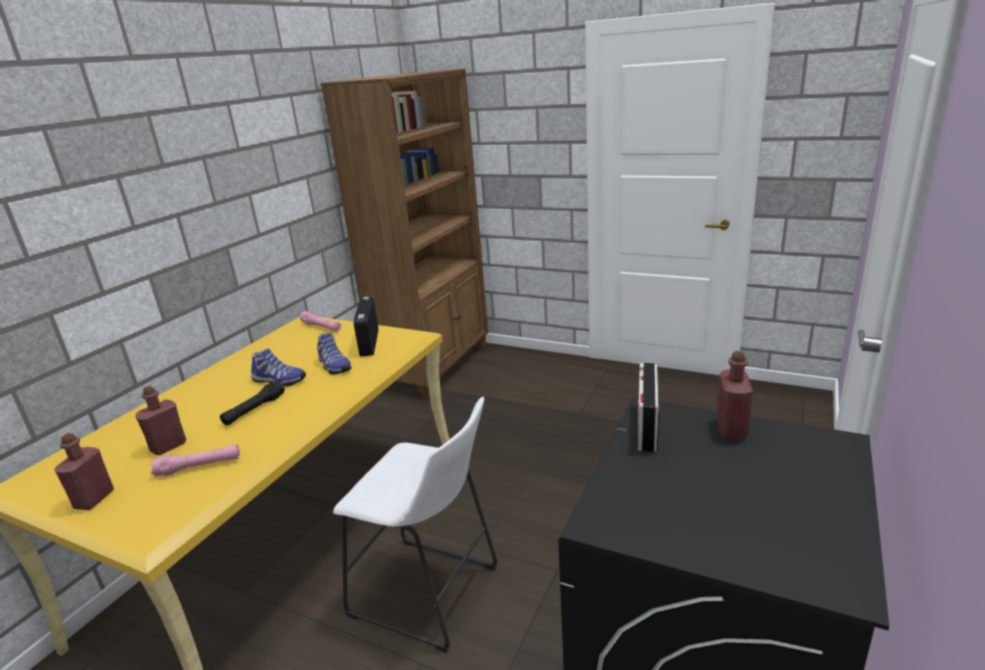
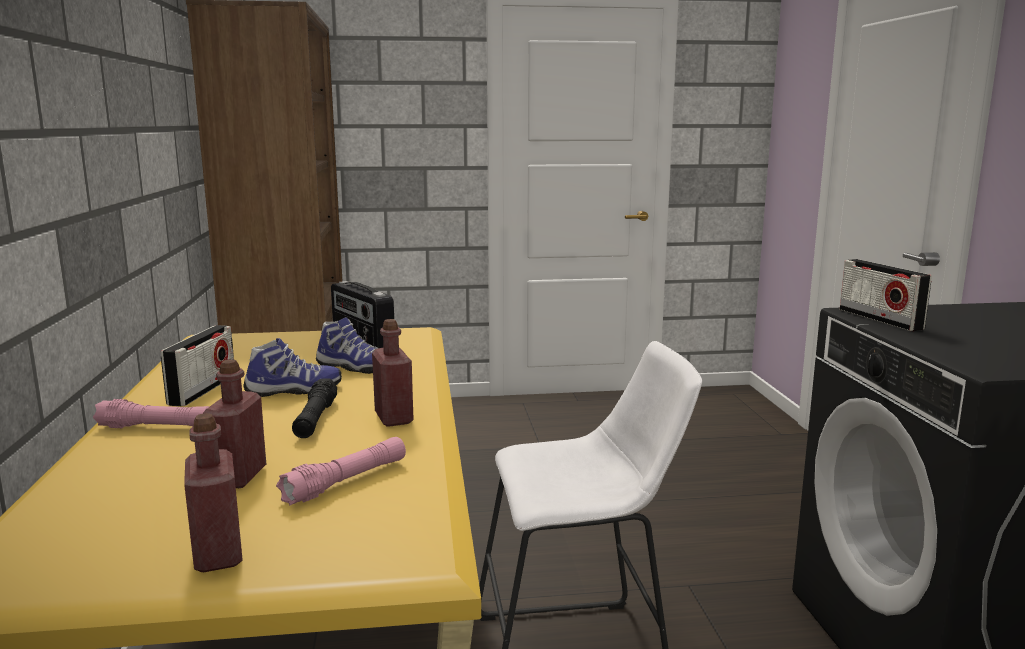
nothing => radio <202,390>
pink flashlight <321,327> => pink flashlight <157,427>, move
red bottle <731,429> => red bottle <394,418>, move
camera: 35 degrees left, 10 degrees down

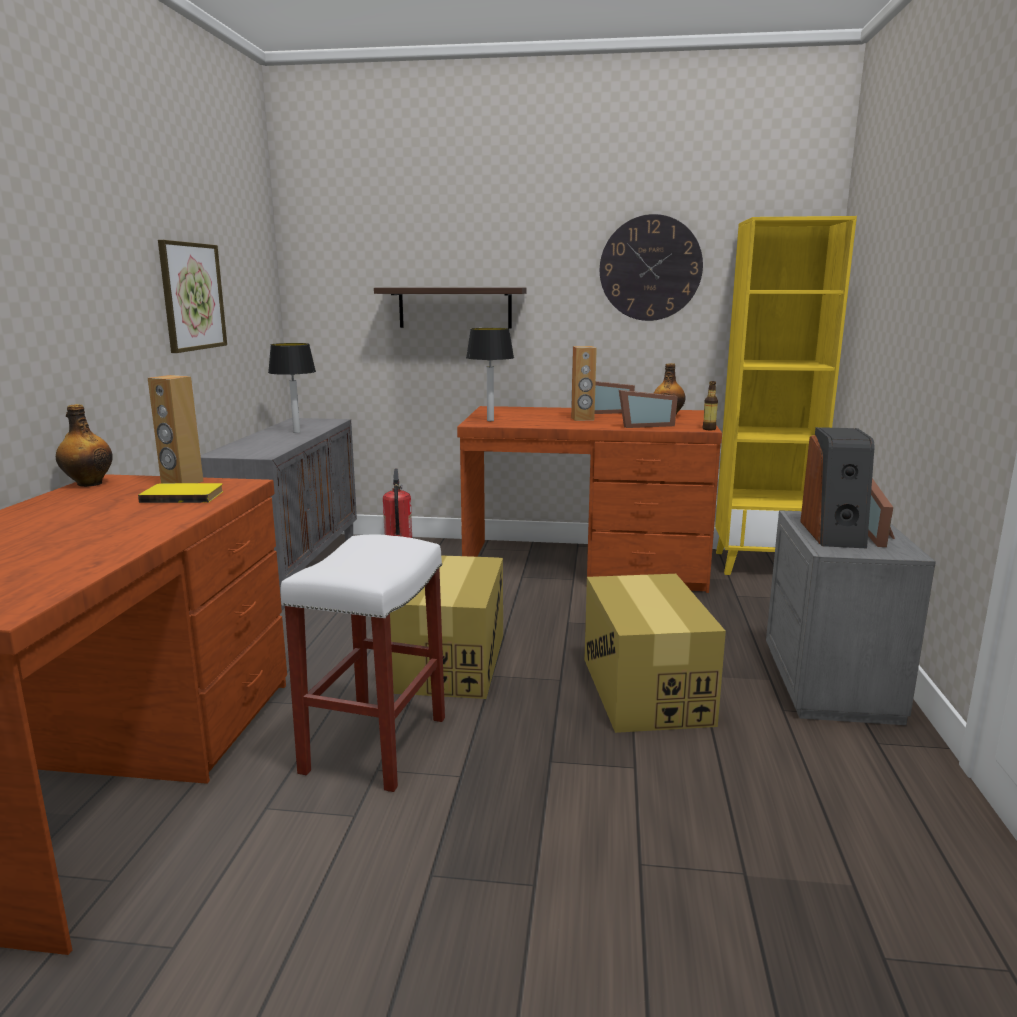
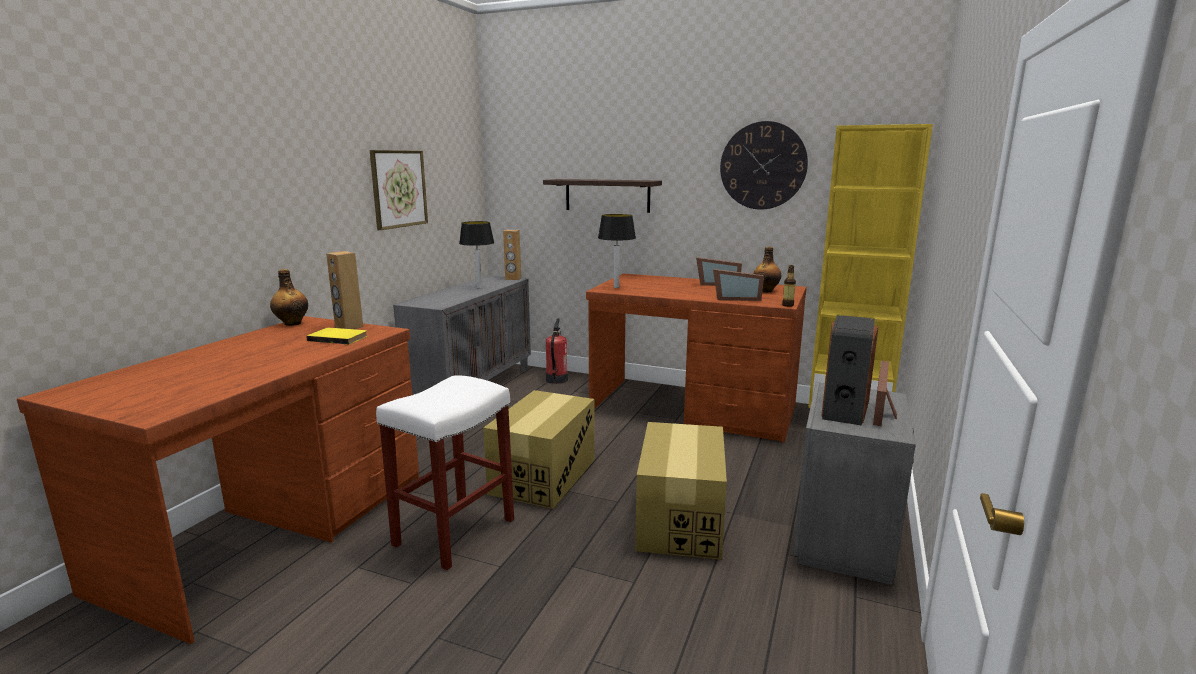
brown speaker <582,419> => brown speaker <513,279>, move
camera: 15 degrees right, 0 degrees up

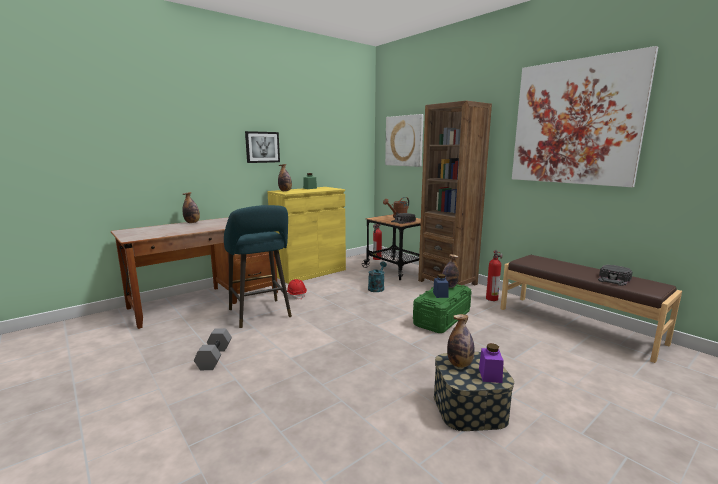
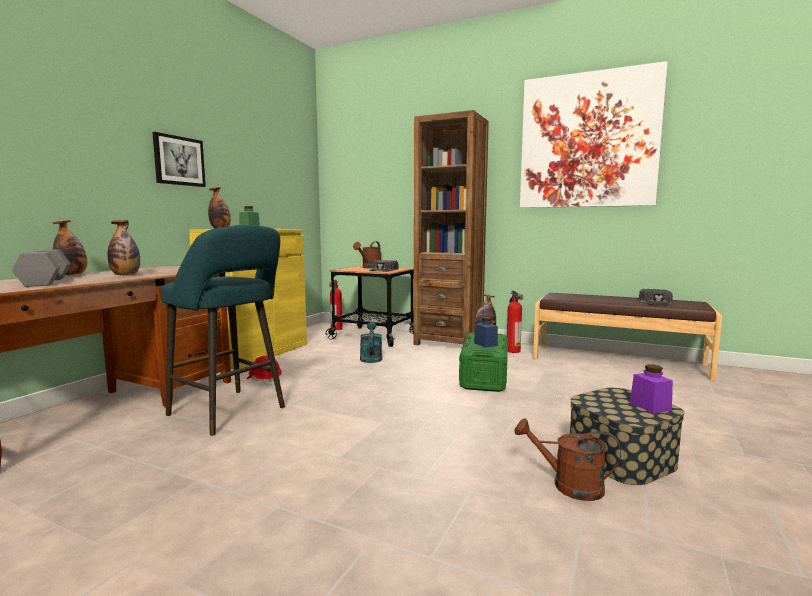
picture <404,141> => nothing
nothing => brown watering can <568,486>
grey dumbbell <214,357> => grey dumbbell <44,282>, move
bottle <459,364> => bottle <125,275>, move
camera: 25 degrees left, 5 degrees down

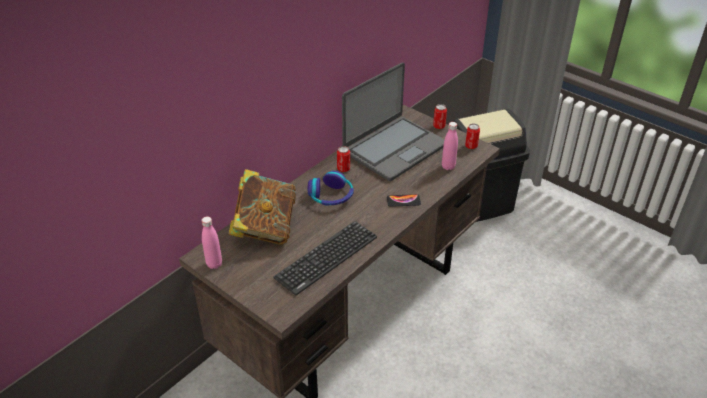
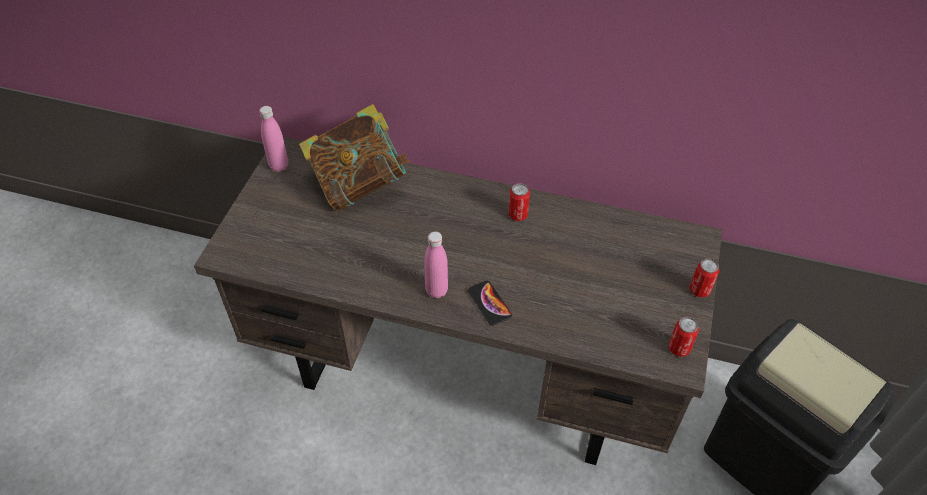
keyboard <326,257> => nothing
headphones <331,196> => nothing
laptop <394,148> => nothing
pink bottle <448,166> => pink bottle <436,290>, move
camera: 65 degrees right, 10 degrees up

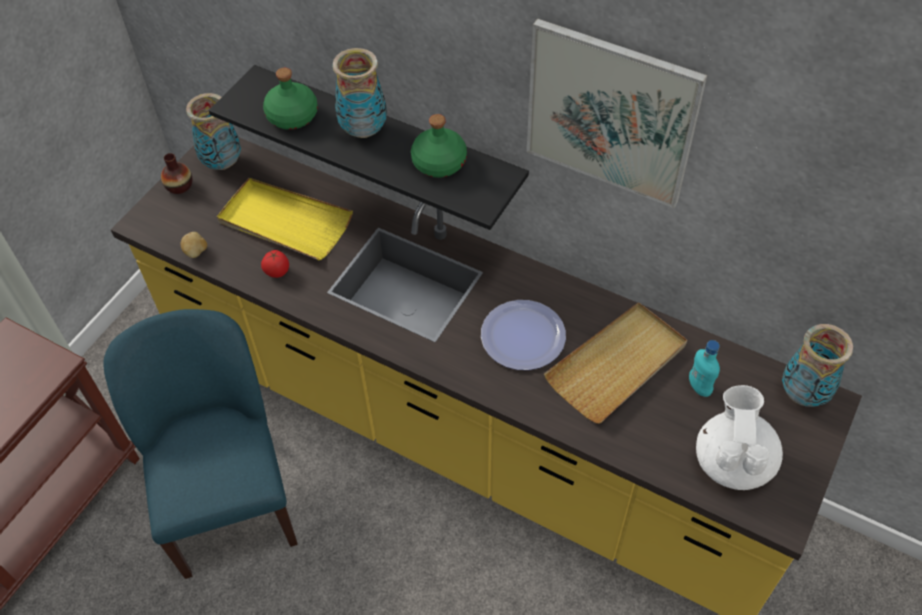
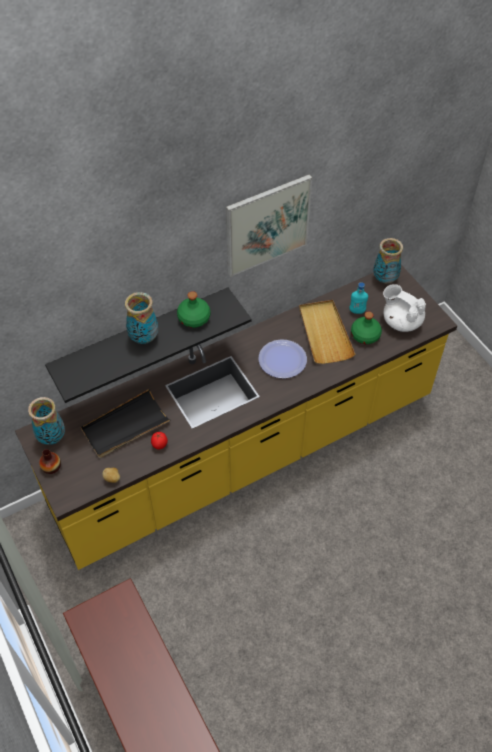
blue chair <229,498> => nothing
green bottle <292,116> => green bottle <365,335>, move
yellow tray <284,222> => black tray <125,426>
camera: 60 degrees left, 0 degrees up

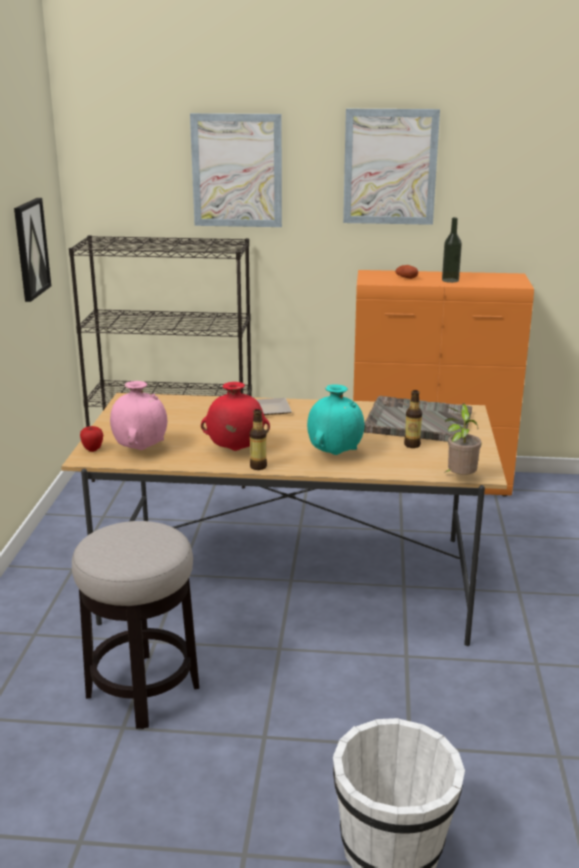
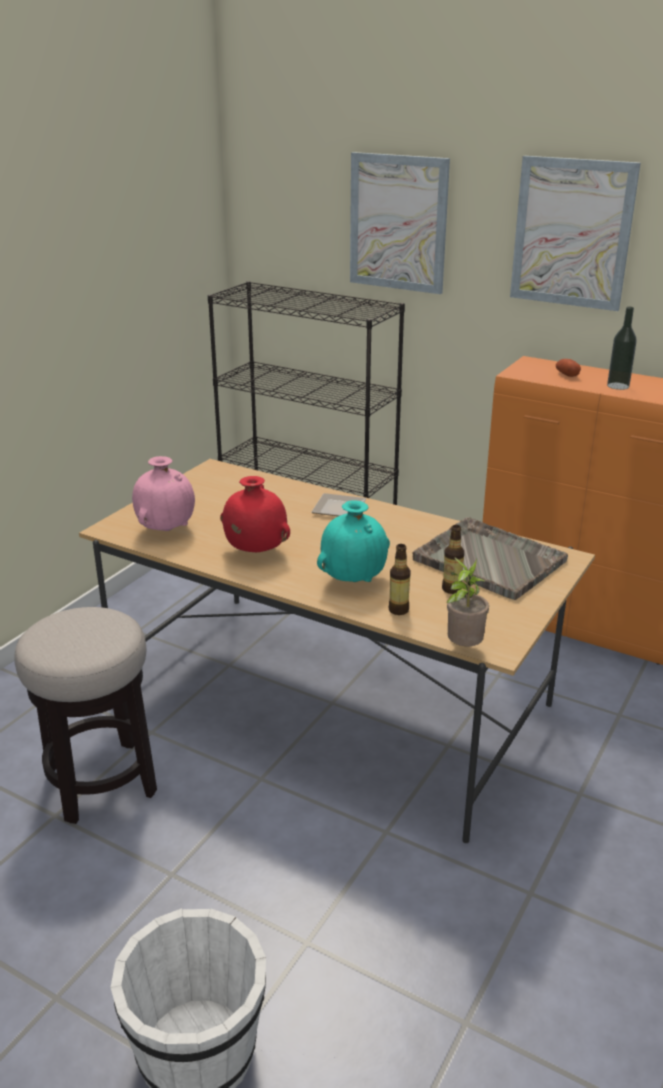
picture <30,249> => nothing
apple <93,449> => nothing
bottle <258,466> => bottle <398,610>, move
camera: 25 degrees right, 5 degrees up

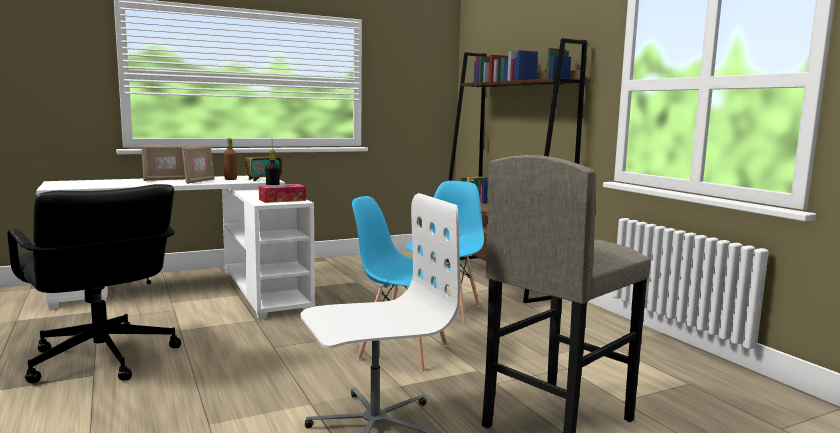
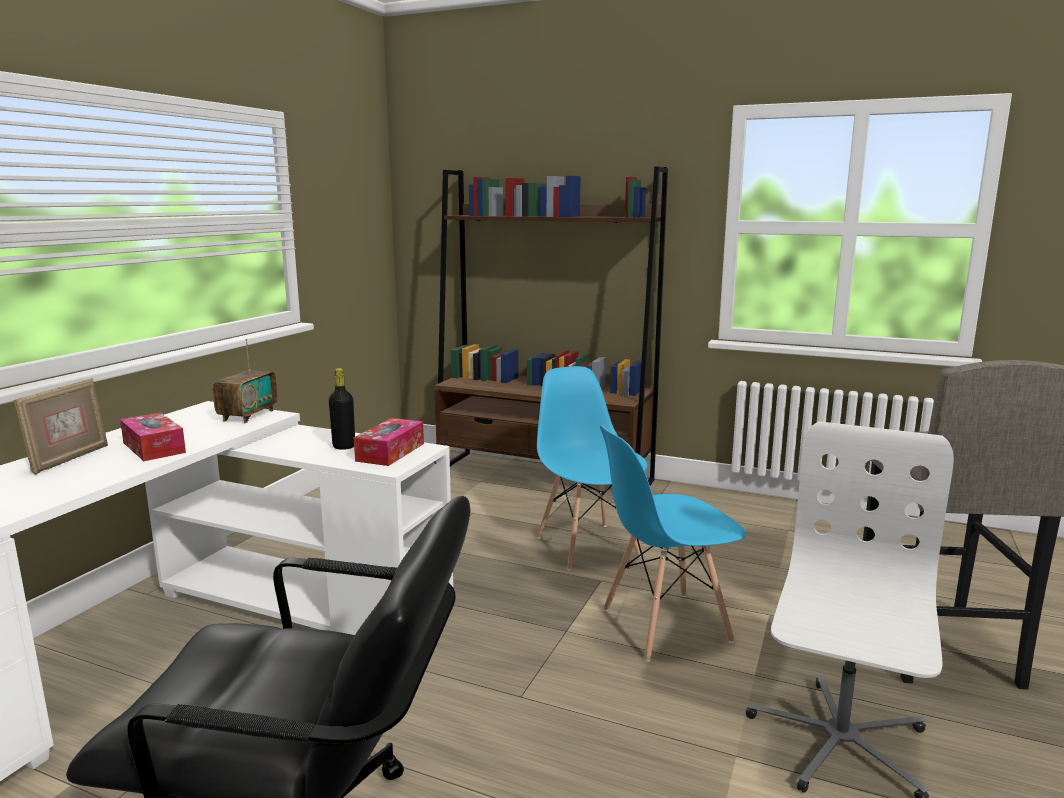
brown bottle <230,179> => nothing
picture frame <199,181> => tissue box <154,447>
camera: 40 degrees left, 5 degrees up

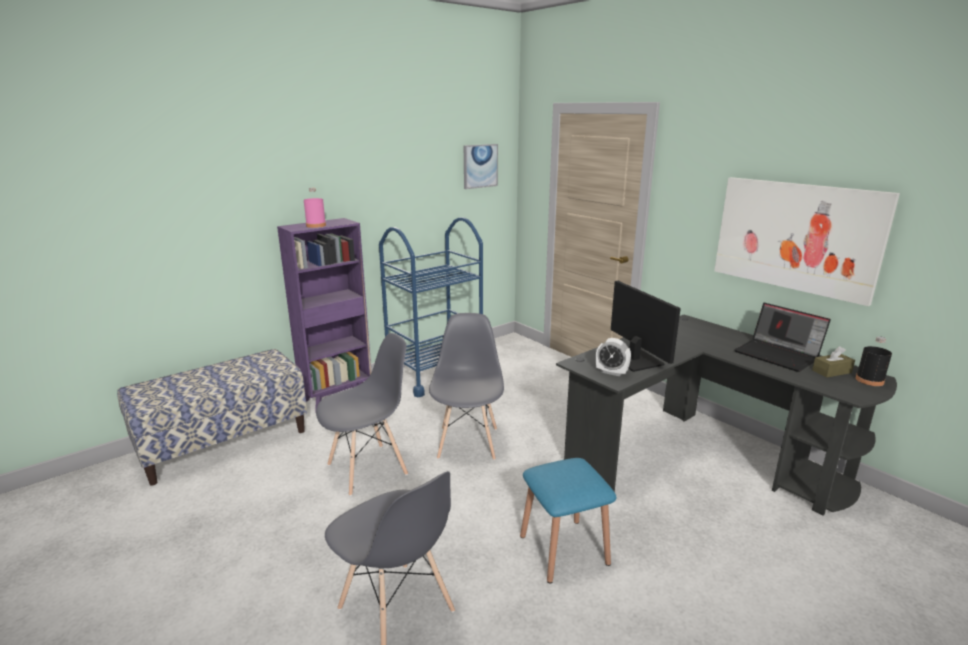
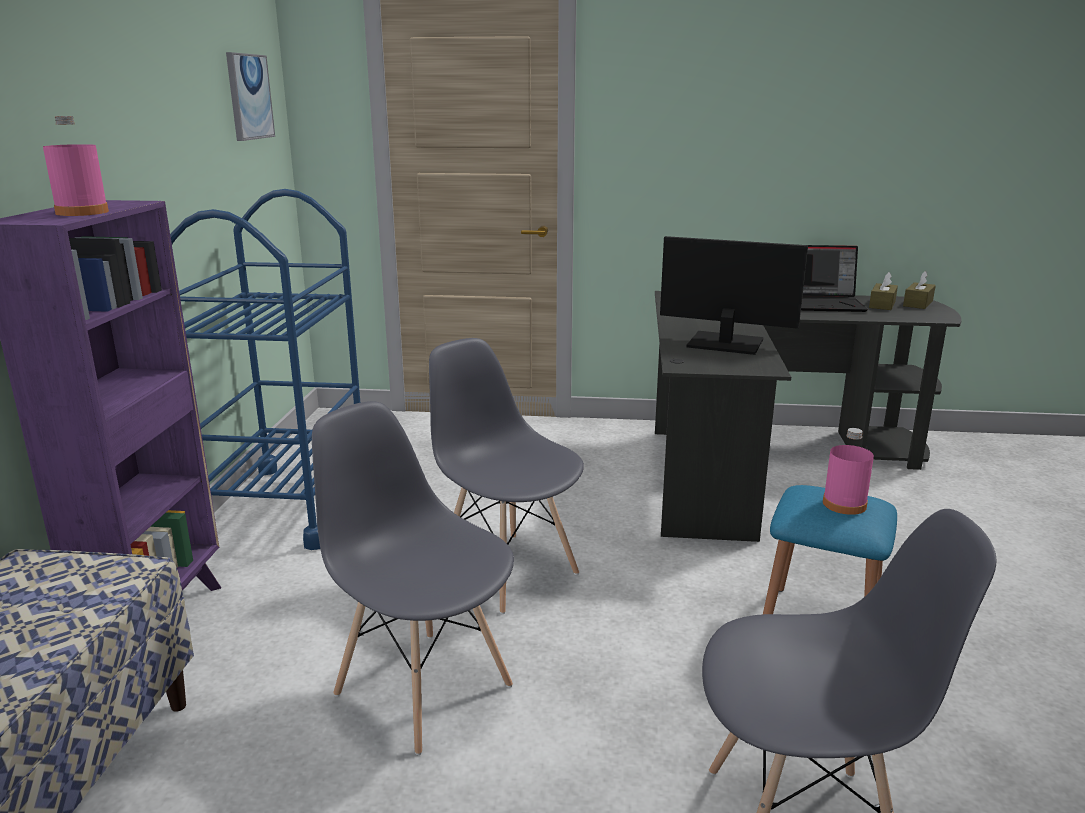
alarm clock <611,372> => nothing
picture <796,236> => nothing
nothing => pink bottle <844,504>
black bottle <869,380> => brown tissue box <918,303>
grey chair <368,469> => grey chair <423,688>, 60 degrees counterclockwise
camera: 45 degrees left, 0 degrees up

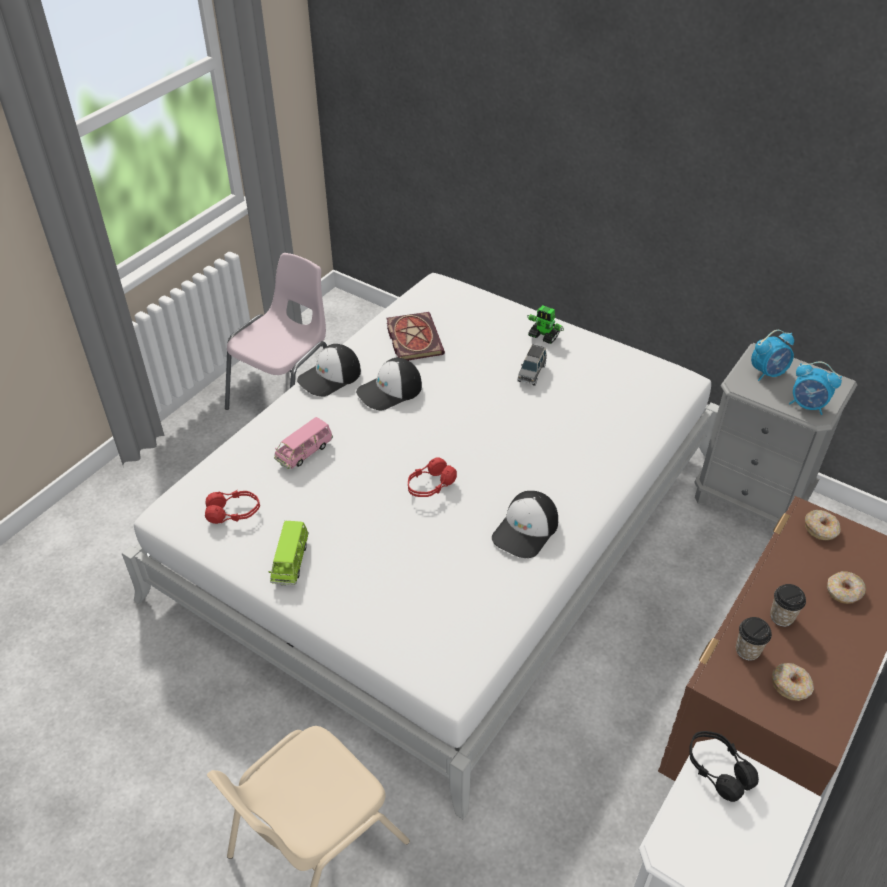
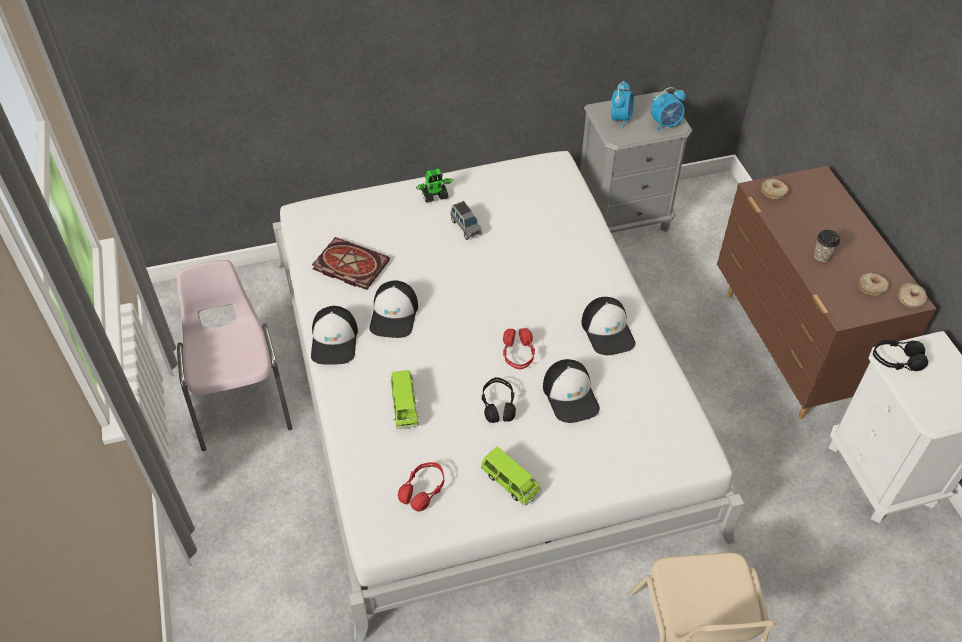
cup <747,650> => nothing
nothing => black headphones <498,405>
nothing => cap <571,395>
donut <843,592> => donut <910,299>, move
pink toy car <304,452> => green toy car <404,406>
camera: 50 degrees left, 5 degrees up

